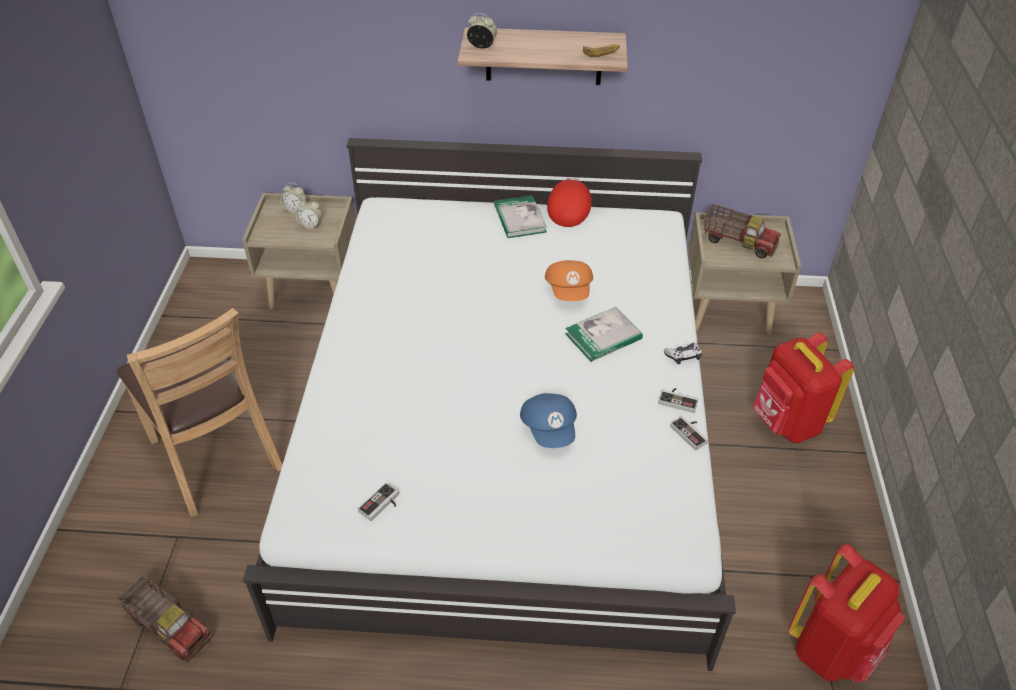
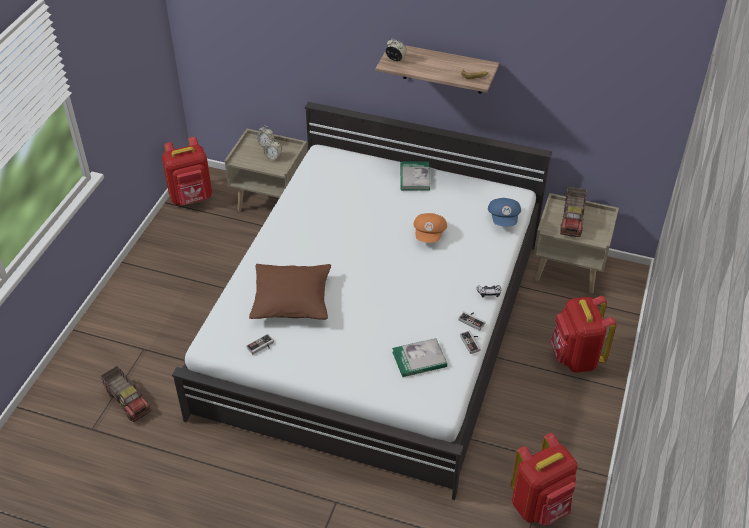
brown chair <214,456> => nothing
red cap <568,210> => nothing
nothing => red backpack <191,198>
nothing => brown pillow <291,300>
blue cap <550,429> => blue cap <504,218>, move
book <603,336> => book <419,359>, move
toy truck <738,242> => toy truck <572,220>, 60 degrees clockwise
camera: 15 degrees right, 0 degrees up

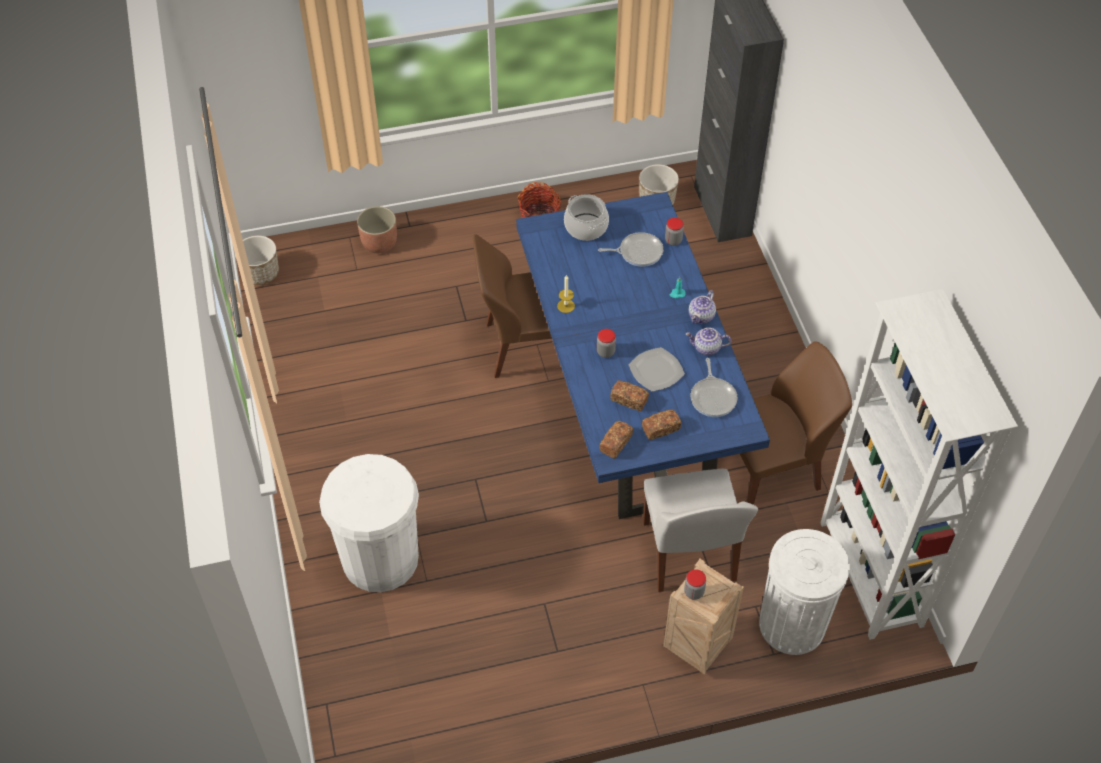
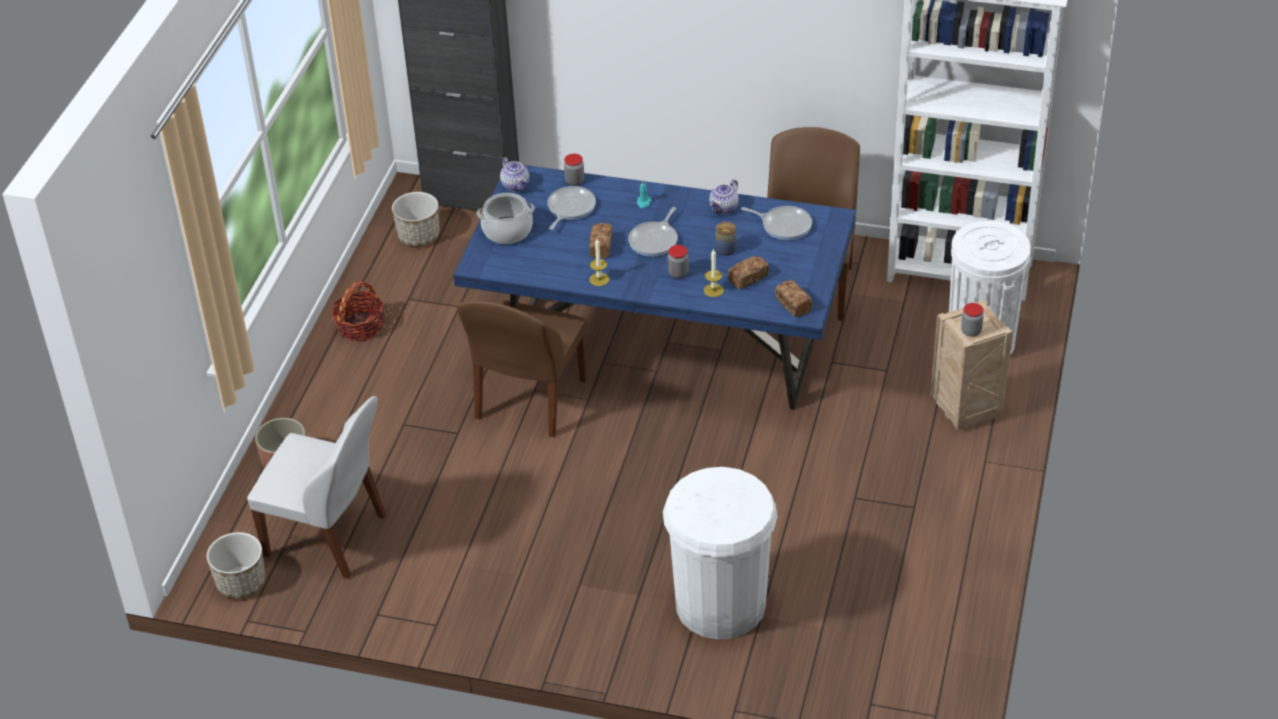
nothing => frying pan <655,240>
nothing => candle <713,290>
bread <661,429> => bread <601,246>, move
white chair <689,554> => white chair <328,537>, move
teapot <701,316> => teapot <516,185>, move
plate <656,370> => jar <725,249>
camera: 60 degrees left, 10 degrees down

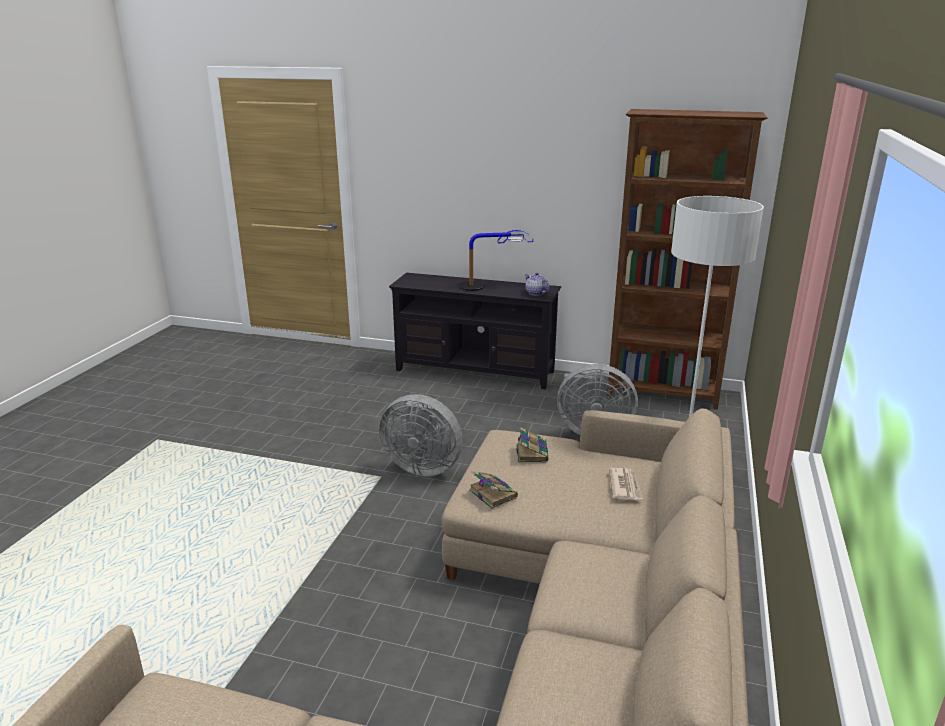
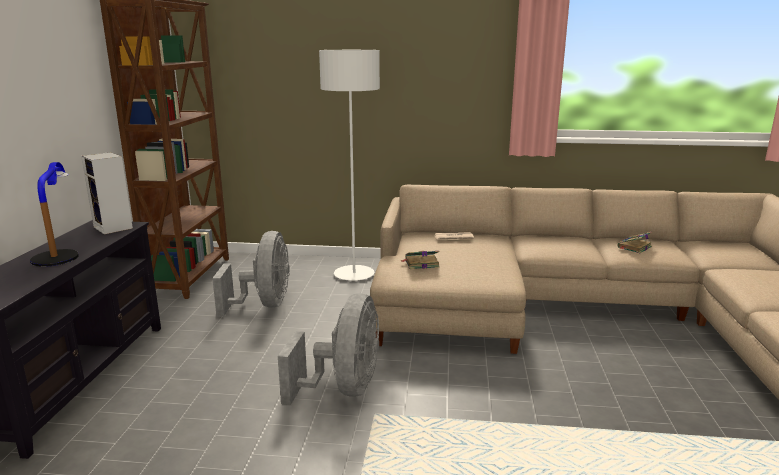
book <492,493> => book <634,247>, move
teapot <535,293> => speaker <114,228>
camera: 100 degrees left, 5 degrees down

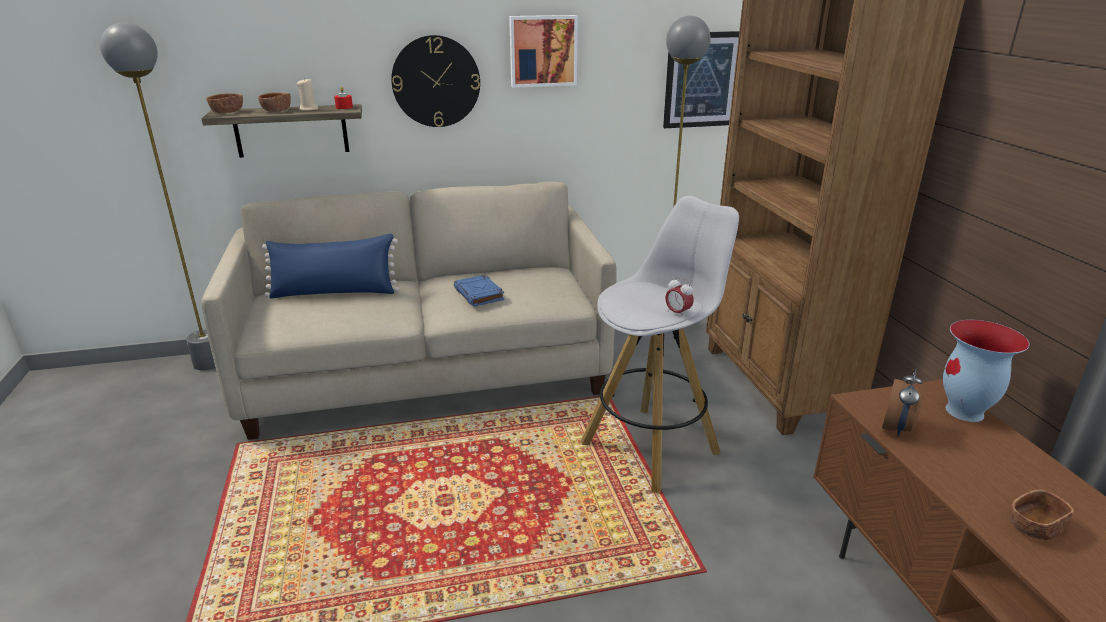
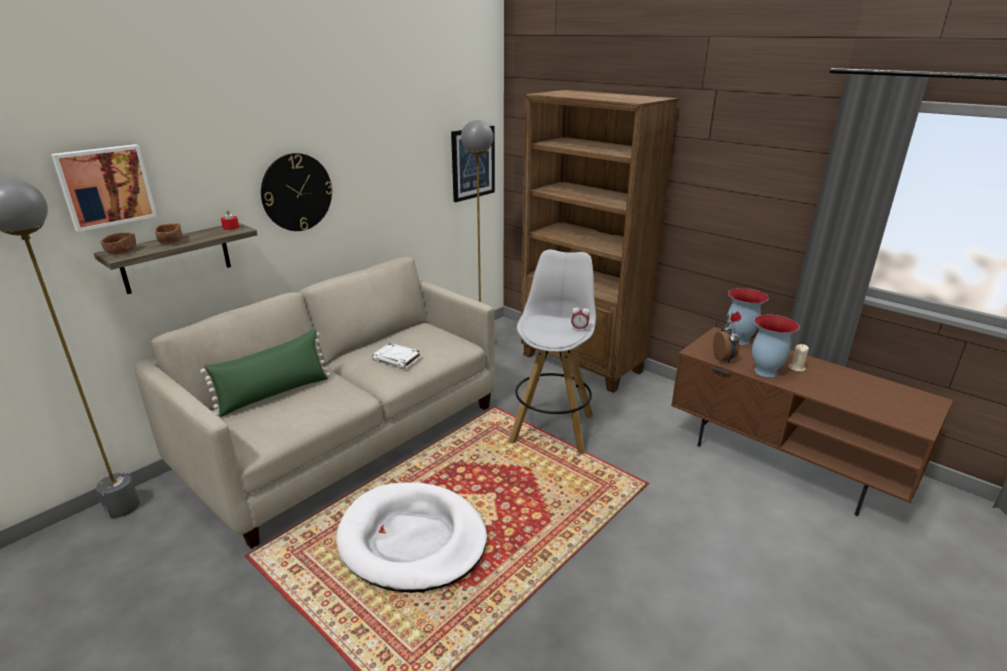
brown bowl <1034,527> => nothing
nothing => white dog bed <412,540>
nothing => vase <764,371>
beige candle <309,109> => beige candle <796,368>, move
picture <543,51> => picture <105,186>, move
blue pillow <334,293> => green pillow <274,394>
blue book <479,294> => white book <398,359>
camera: 35 degrees left, 0 degrees up

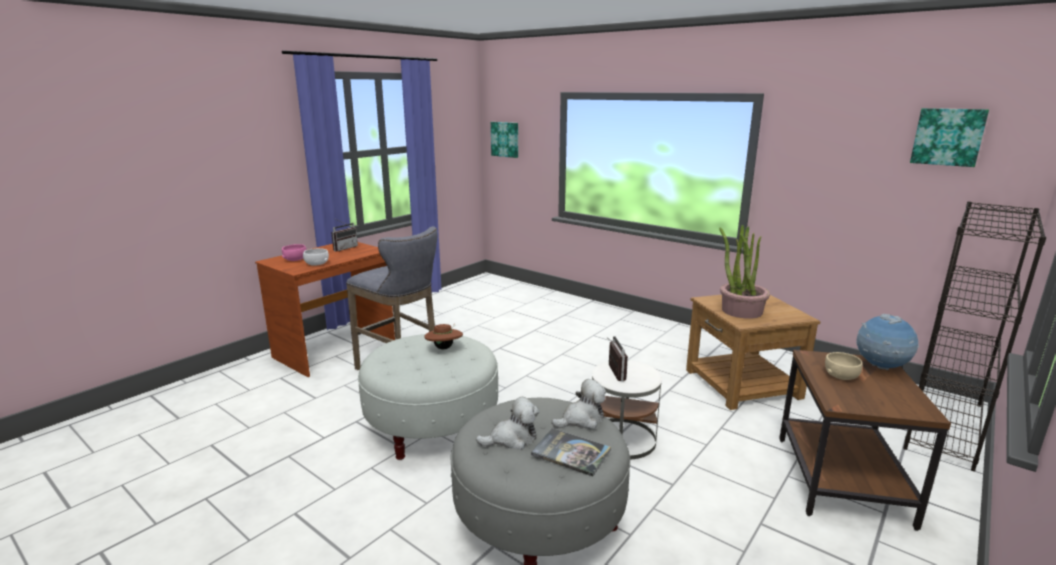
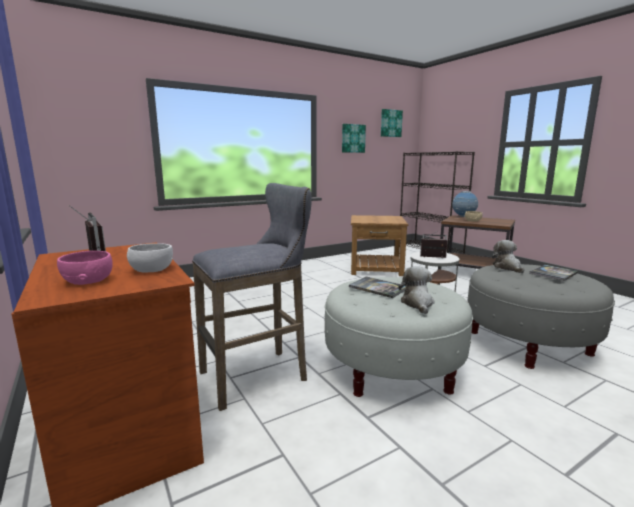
potted plant <741,311> => nothing
plush toy <512,439> => plush toy <417,303>, move
picture <505,139> => picture <353,138>, move
brown hat <444,348> => book <378,288>
camera: 70 degrees left, 5 degrees down

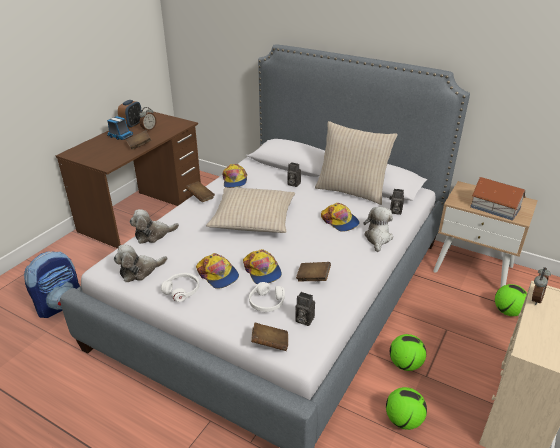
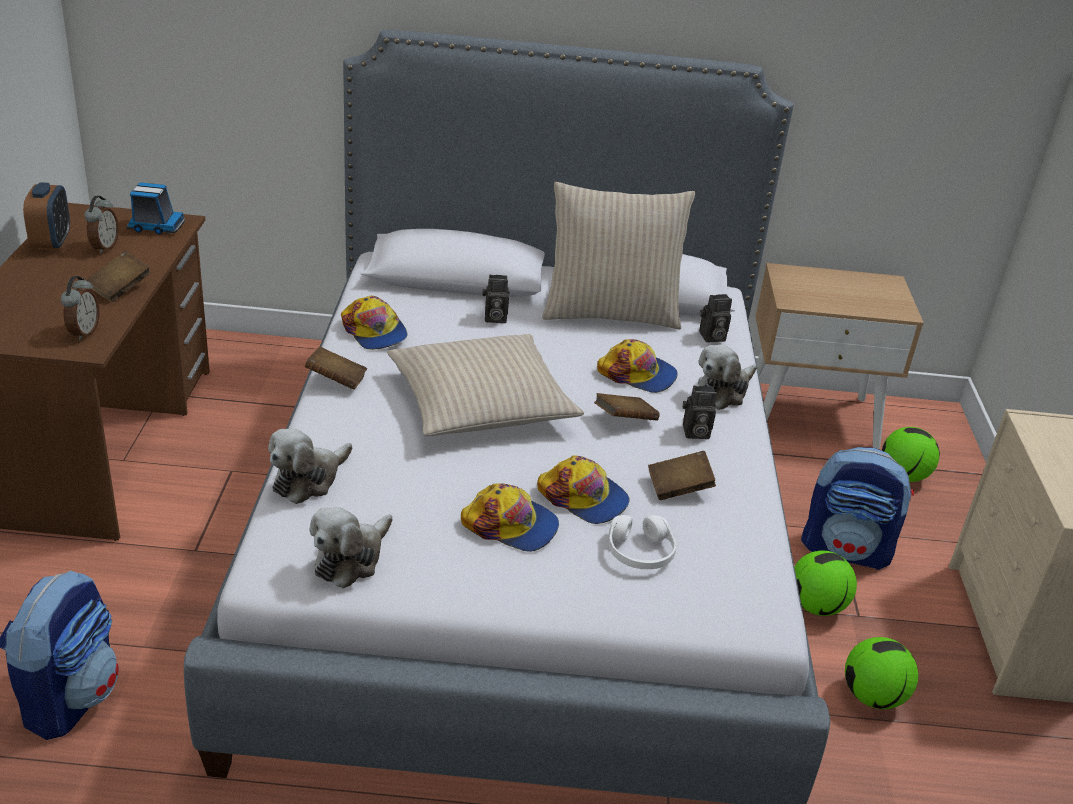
white headphones <182,290> => nothing
toy house <494,207> => nothing
nothing => backpack <846,550>
toy truck <120,136> => toy truck <155,226>, move
brown book <270,344> => brown book <624,420>, move
photo camera <303,319> => photo camera <694,433>, move
alarm clock <535,299> => alarm clock <83,332>, move
plush toy <378,238> => plush toy <723,392>, 120 degrees counterclockwise
camera: 30 degrees left, 0 degrees up

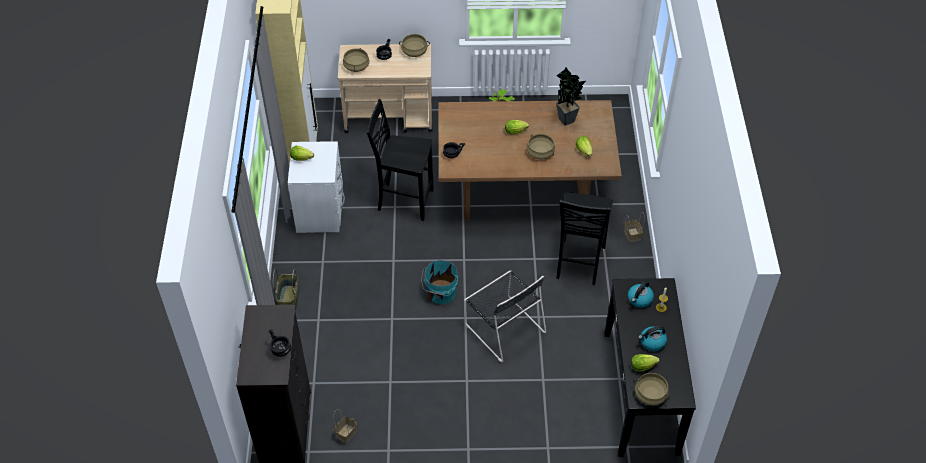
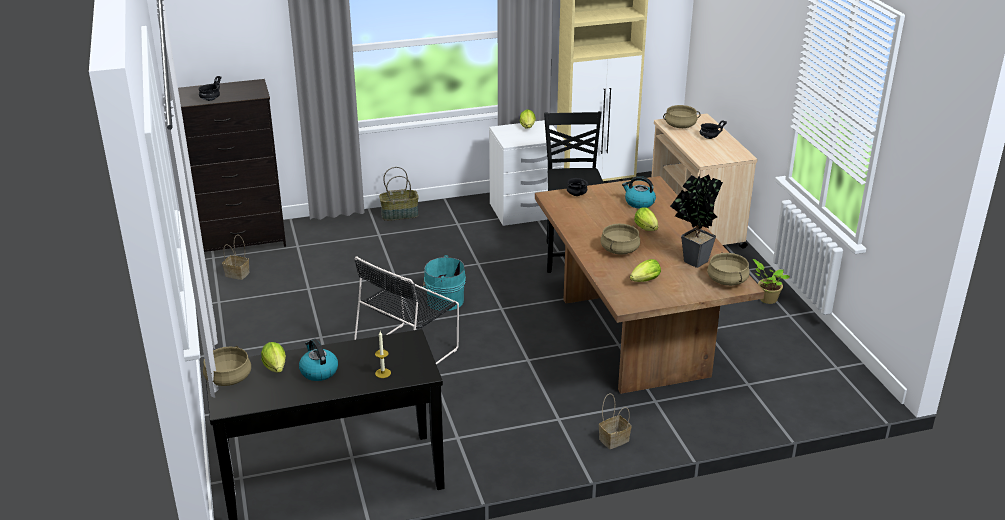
black chair <578,263> => nothing
beige cooking pot <414,51> => beige cooking pot <727,280>, move
kettle <639,299> => kettle <639,203>, move
camera: 75 degrees right, 20 degrees down

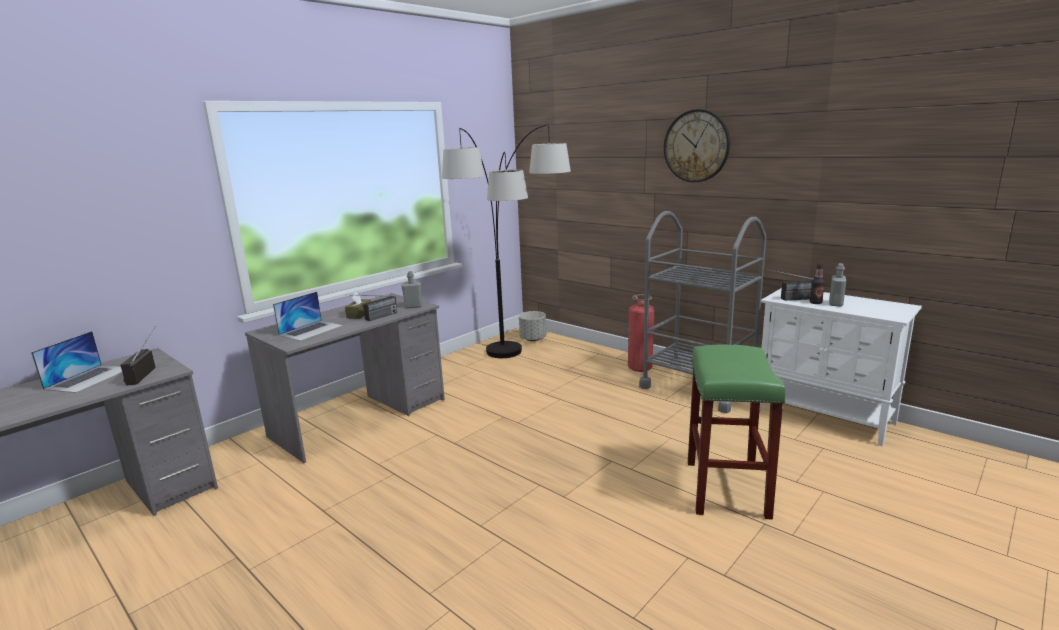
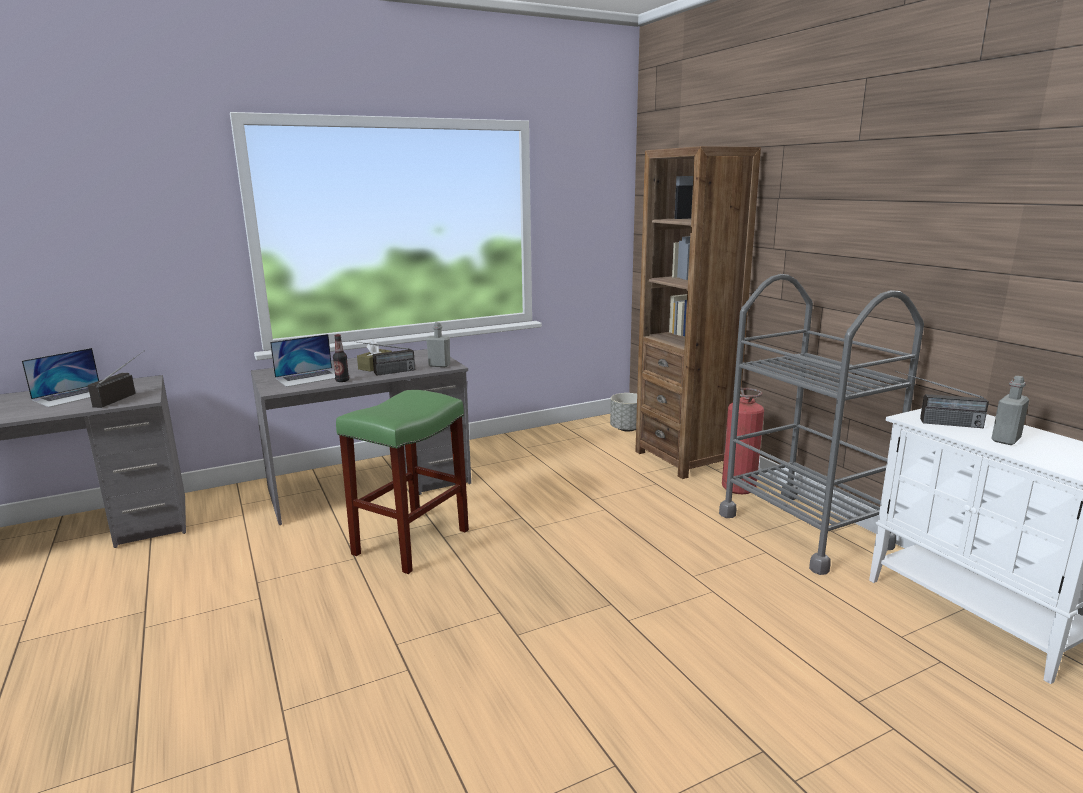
floor lamp <513,368> => nothing
wall clock <696,146> => nothing
nothing => brown bookcase <684,458>
green stool <727,490> => green stool <411,543>, move
bottle <815,303> => bottle <342,380>, move
camera: 20 degrees right, 0 degrees up

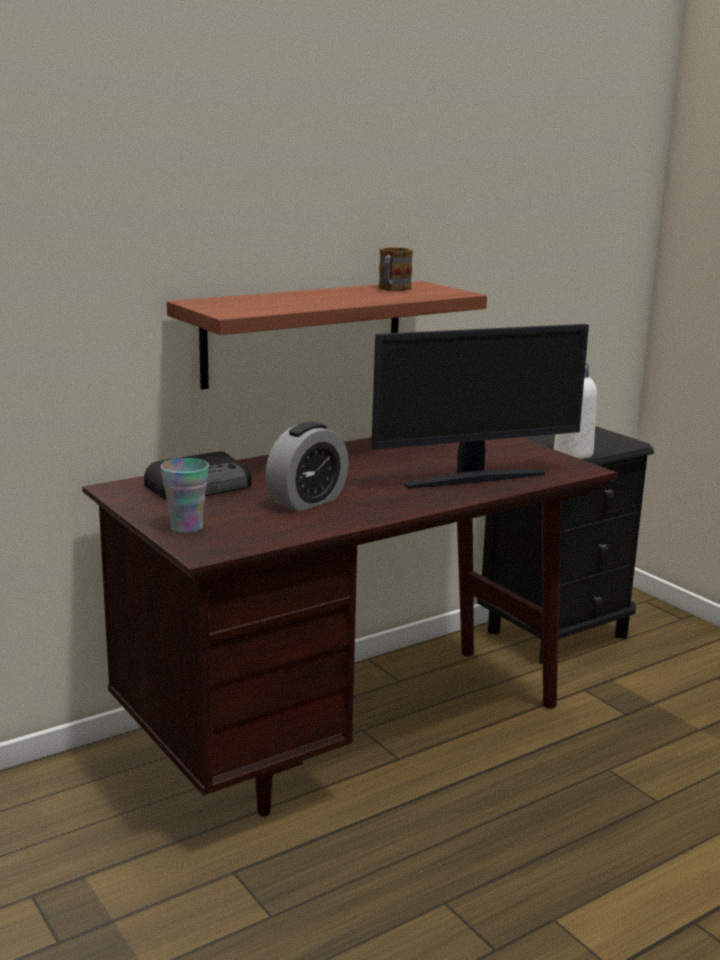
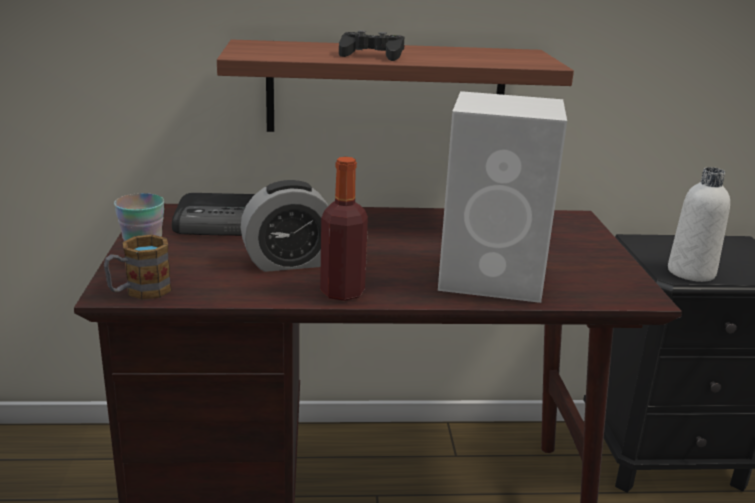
nothing => bottle <342,292>
nothing => black game controller <372,55>
mug <392,289> => mug <139,292>, move
monitor <473,478> => white speaker <494,277>
camera: 30 degrees right, 5 degrees up

